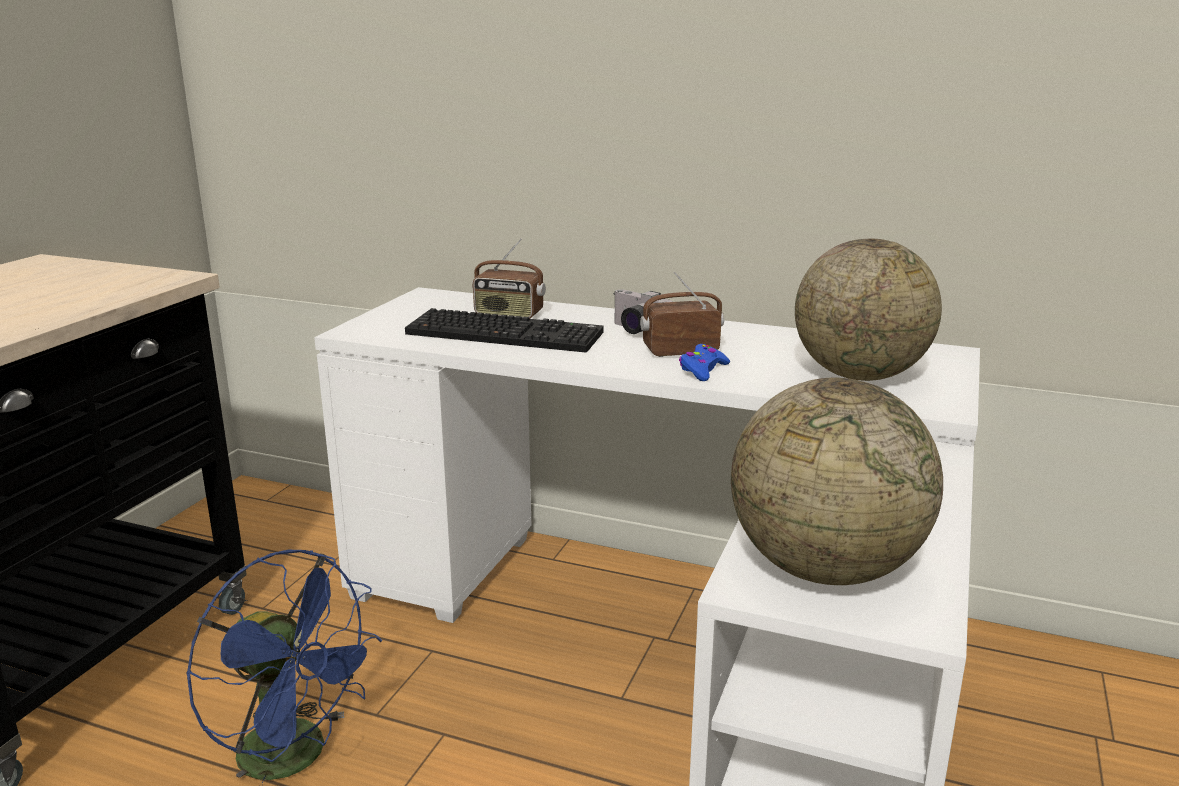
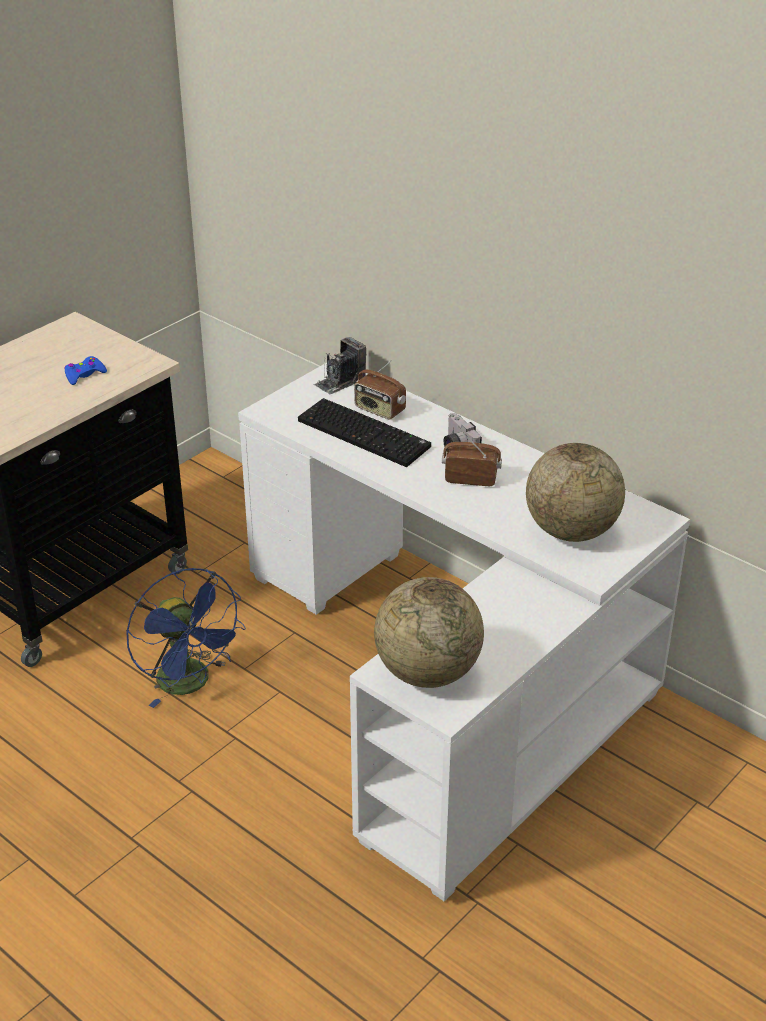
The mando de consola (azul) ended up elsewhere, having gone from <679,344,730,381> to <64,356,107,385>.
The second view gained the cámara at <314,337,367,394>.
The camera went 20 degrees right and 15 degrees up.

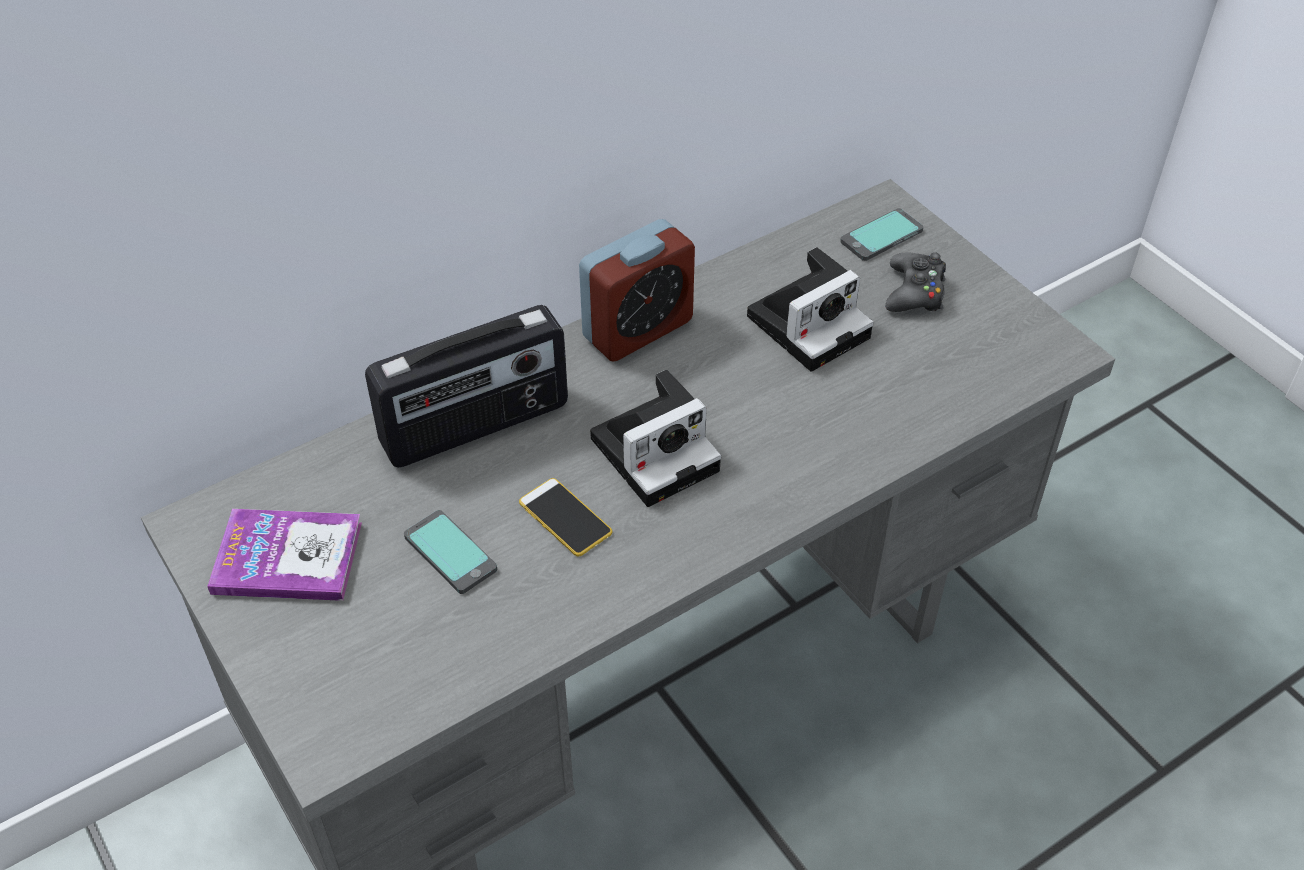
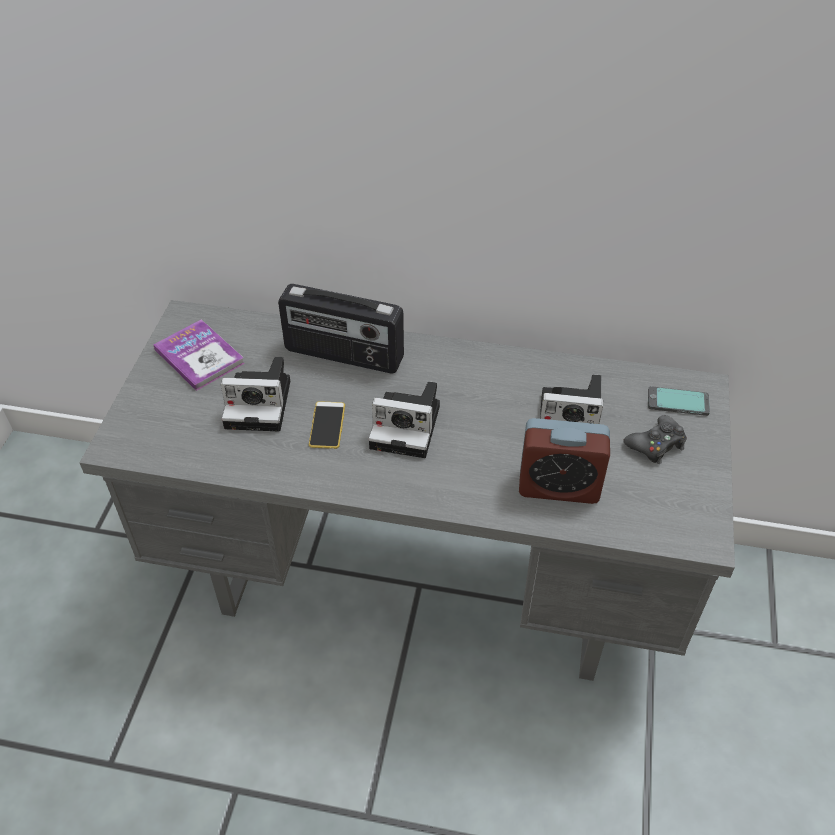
Where the móvil stood at <404,510,497,594>, the cámara came to stand at <221,357,290,432>.
The despertador ended up elsewhere, having gone from <579,219,695,361> to <519,418,610,504>.
The camera went 45 degrees right and 0 degrees up.

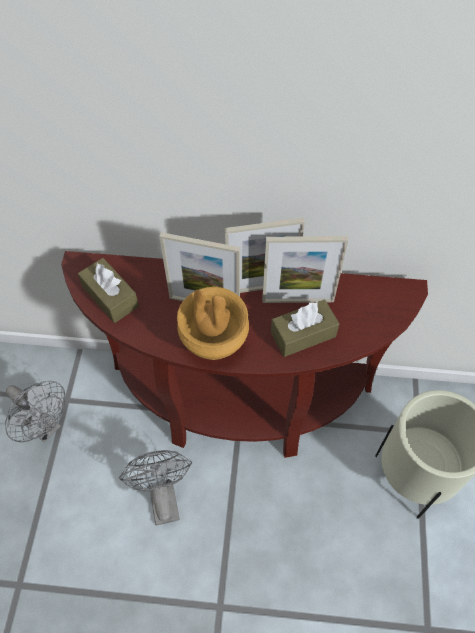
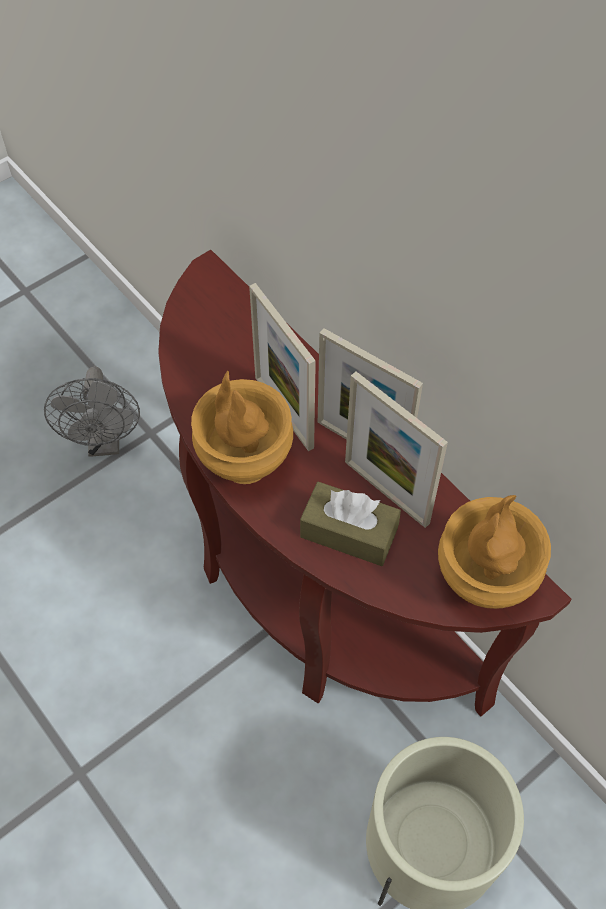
The second view lost the caja de pañuelos (marrón) at <78,258,139,323>.
The second view lost the ventilador (gris) at <119,450,192,526>.
The second view gained the florero (marrón) at <438,495,551,609>.
The camera went 45 degrees right and 0 degrees up.

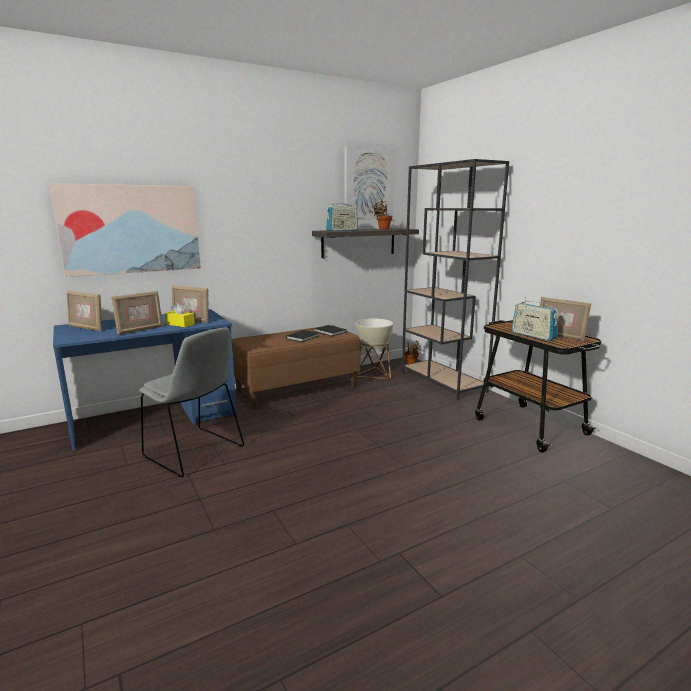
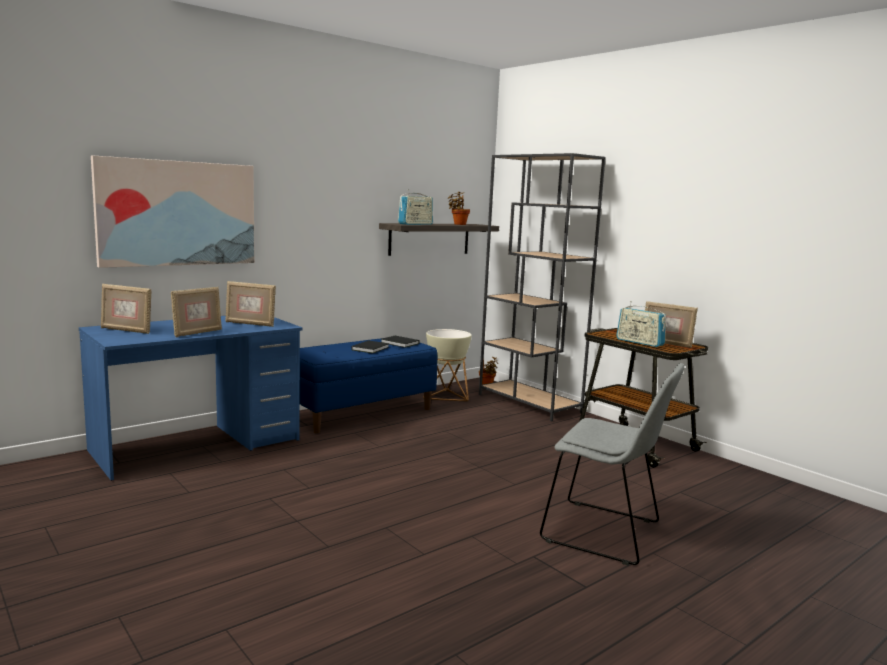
The silla (gris) ended up elsewhere, having gone from <139,328,244,477> to <540,363,684,565>.
The second view lost the caja de pañuelos (amarillo) at <165,303,195,327>.
What was the banco (marrón) at <232,325,361,409> turned into the banco (azul) at <300,338,438,433>.
The second view lost the cuadro at <344,146,395,219>.
The camera went 10 degrees left and 5 degrees down.

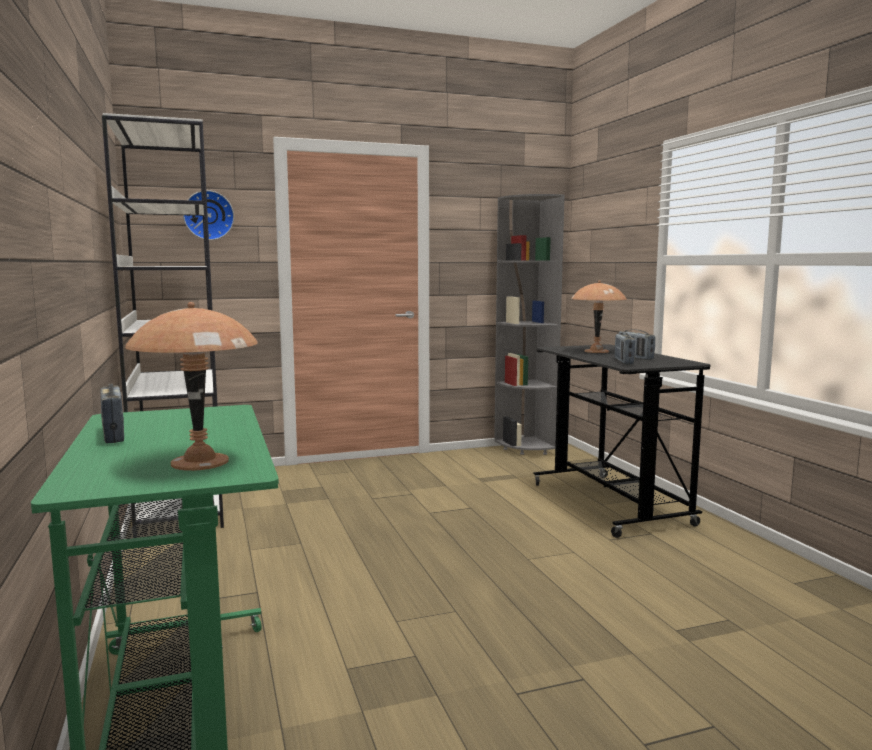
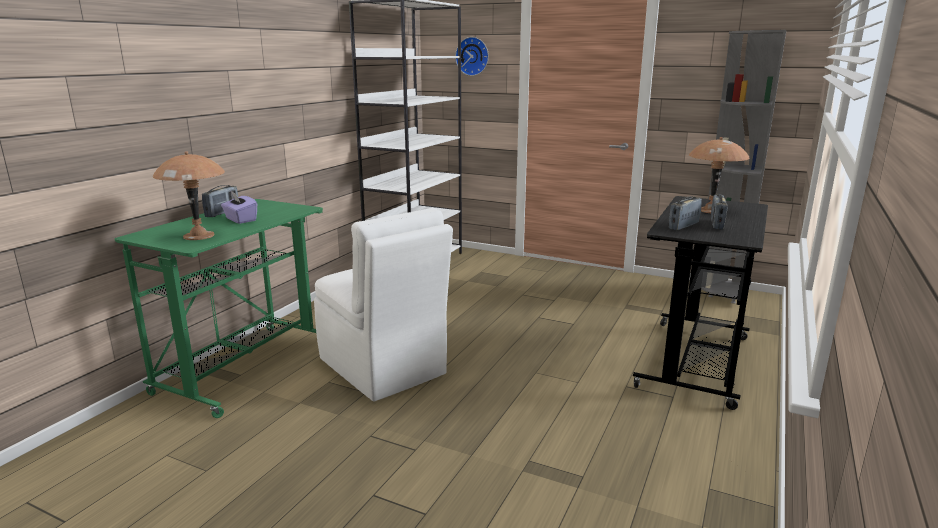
The second view gained the caja de pañuelos (morado) at <221,192,257,224>.
The second view gained the silla (blanco) at <314,208,453,401>.
The camera went 45 degrees right and 10 degrees up.

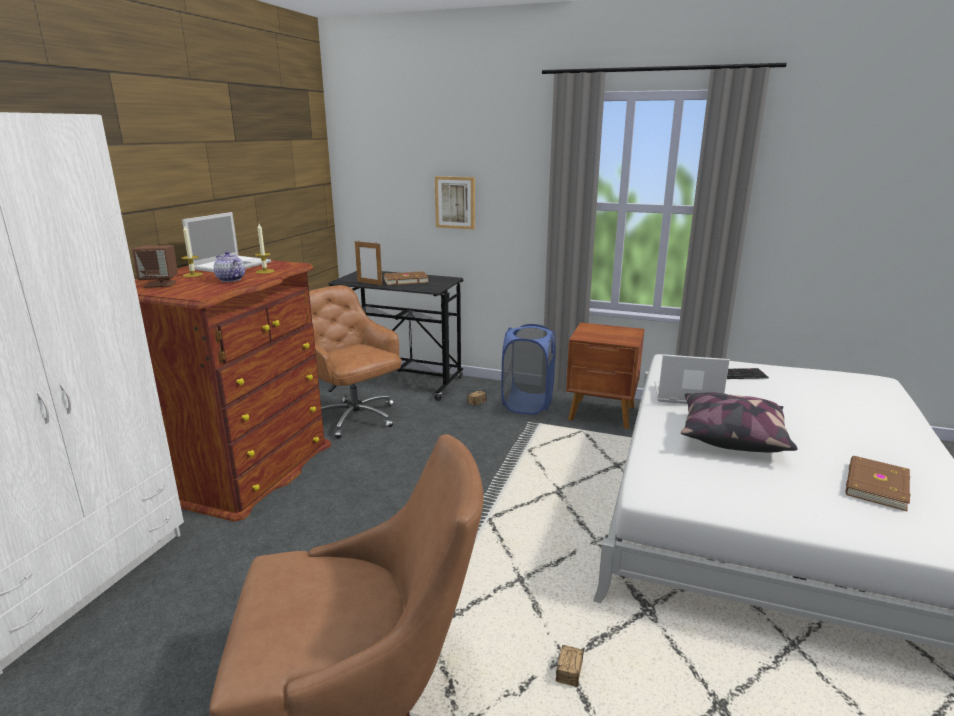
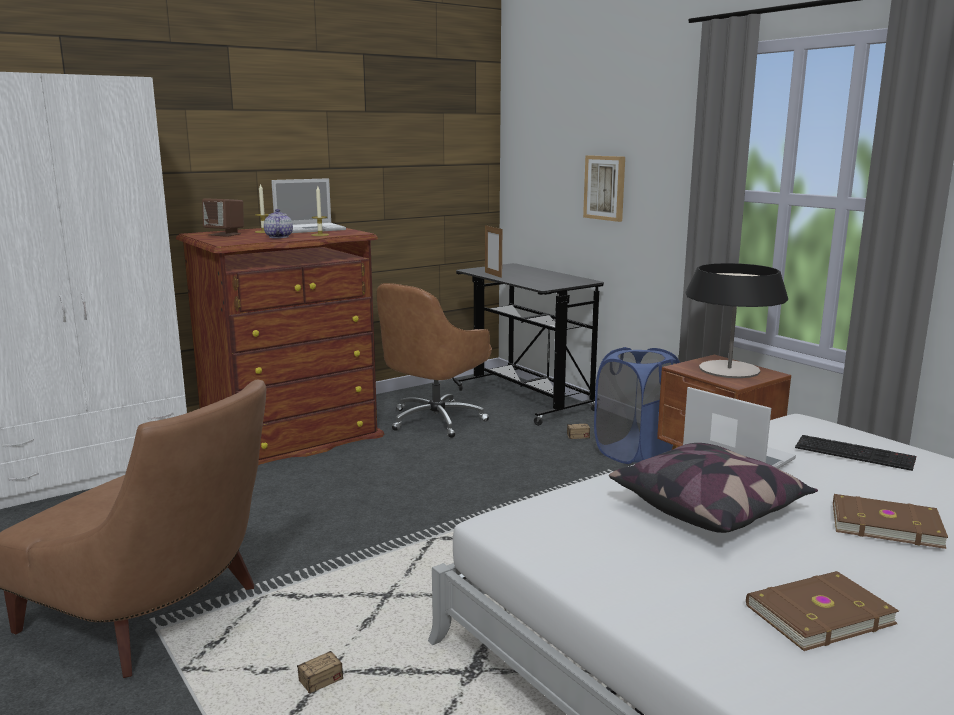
The silla de oficina (marrón) at <309,285,402,439> ended up facing another way, 135 degrees counterclockwise from before.
The libro (marrón) ended up elsewhere, having gone from <384,271,429,285> to <833,494,948,549>.
The second view gained the lámpara de mesa at <686,263,788,378>.
The camera went 35 degrees right and 5 degrees down.

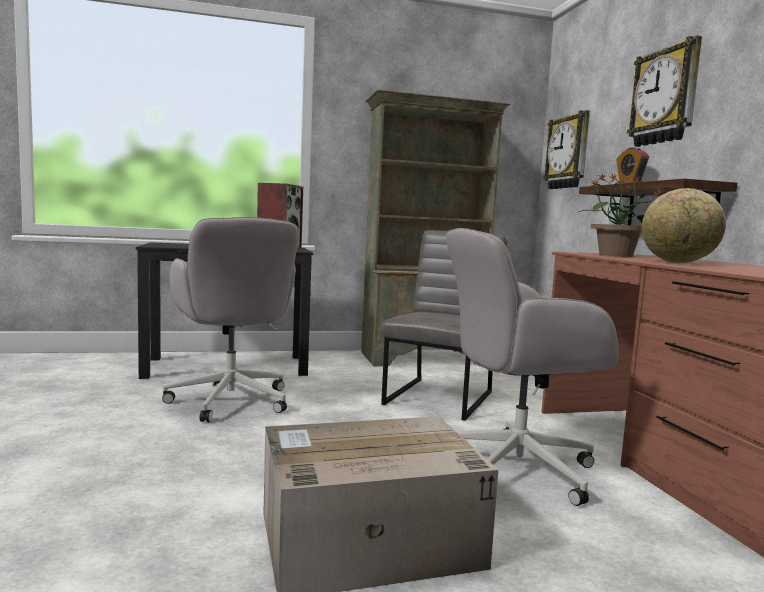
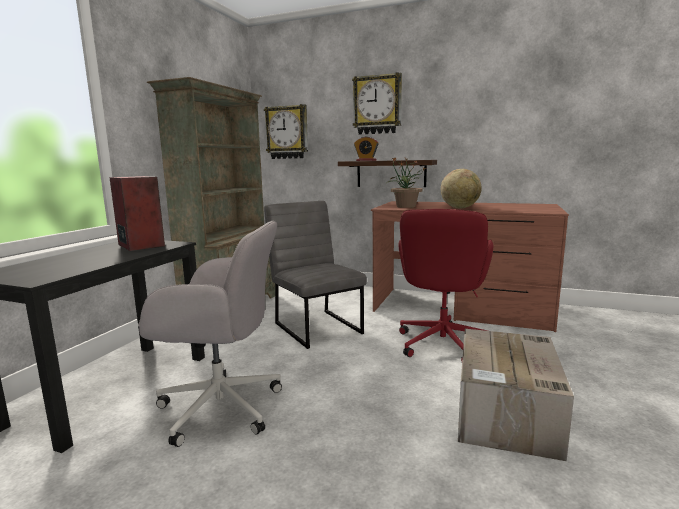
What was the silla de oficina (gris) at <446,228,618,506> turned into the silla de oficina (rojo) at <399,209,493,361>.
The camera went 55 degrees left and 5 degrees up.

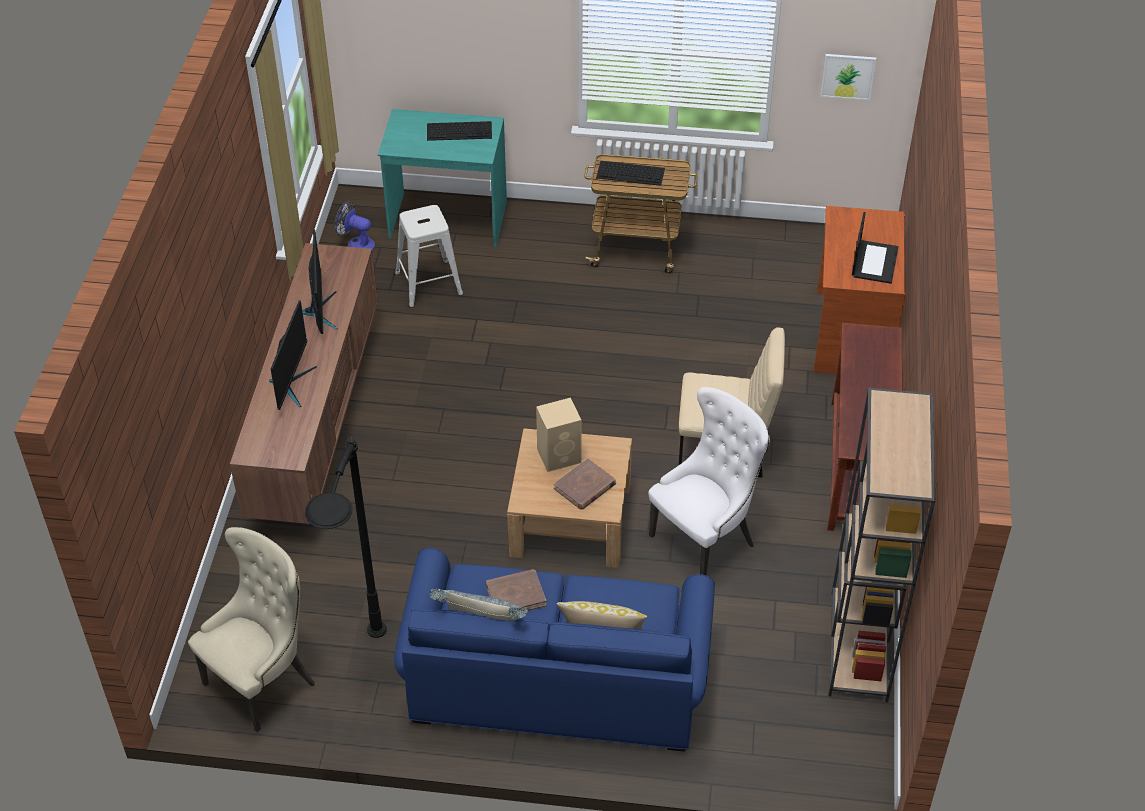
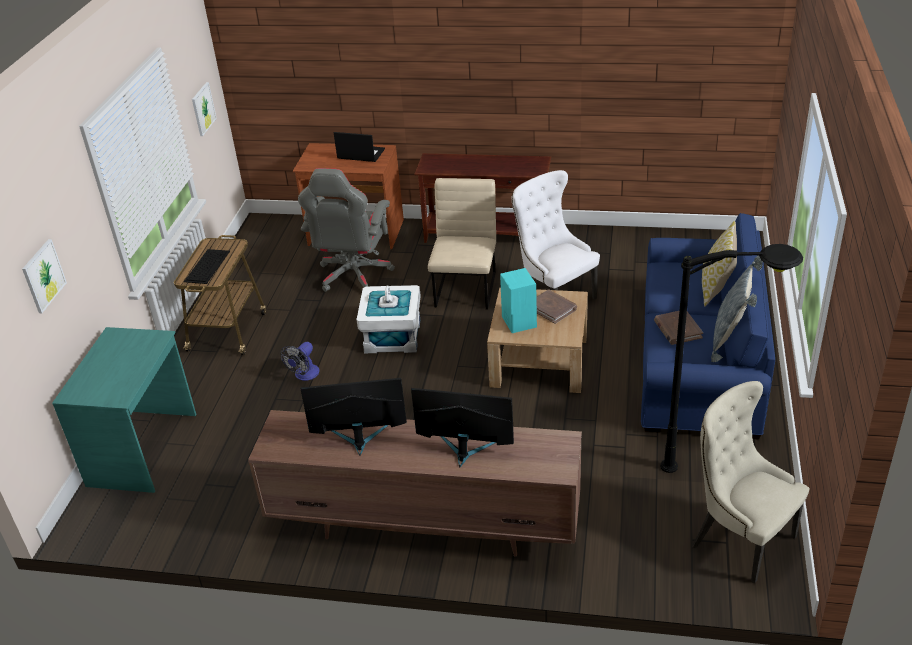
The ventilador ended up elsewhere, having gone from <334,201,375,250> to <280,342,319,381>.
The second view lost the taburete (blanco) at <395,205,463,308>.
The second view lost the teclado at <427,121,492,141>.
What was the altavoz (beis) at <536,398,582,472> turned into the altavoz (turquesa) at <500,268,537,333>.
The second view lost the estantería at <828,387,935,702>.
The second view gained the cuadro at <22,239,67,313>.
The second view gained the silla de oficina (gris) at <298,168,395,292>.
The second view gained the caja de almacenaje (blanco) at <356,285,421,353>.
The camera went 85 degrees left and 10 degrees down.

